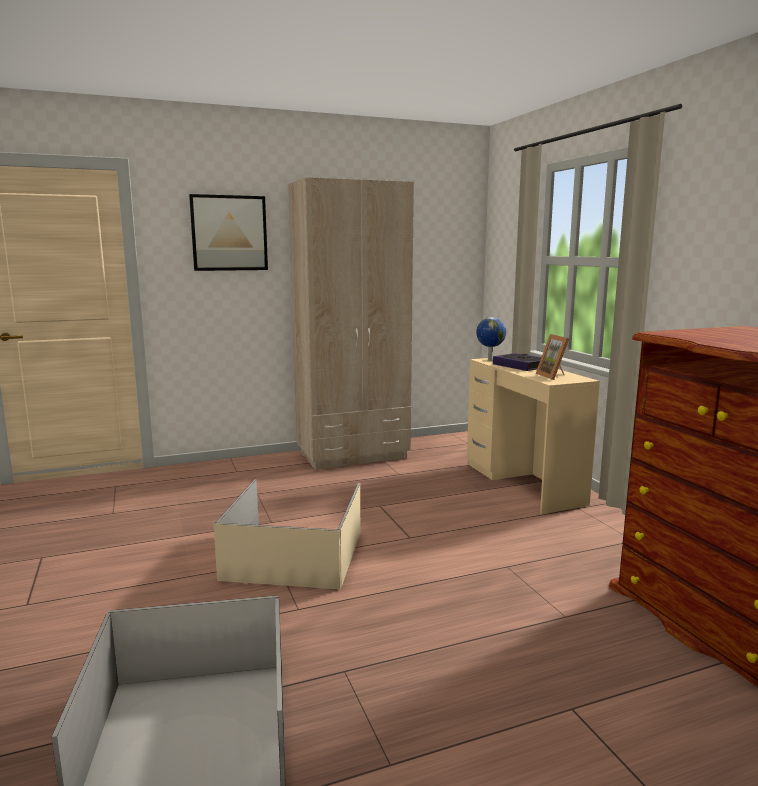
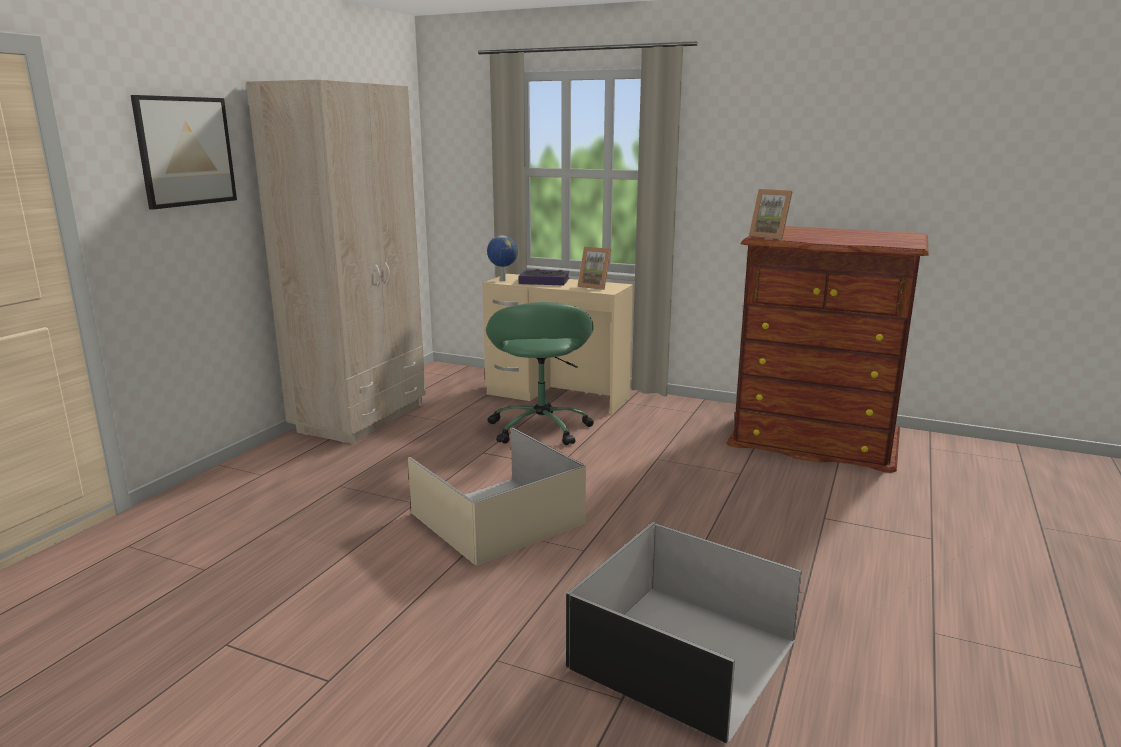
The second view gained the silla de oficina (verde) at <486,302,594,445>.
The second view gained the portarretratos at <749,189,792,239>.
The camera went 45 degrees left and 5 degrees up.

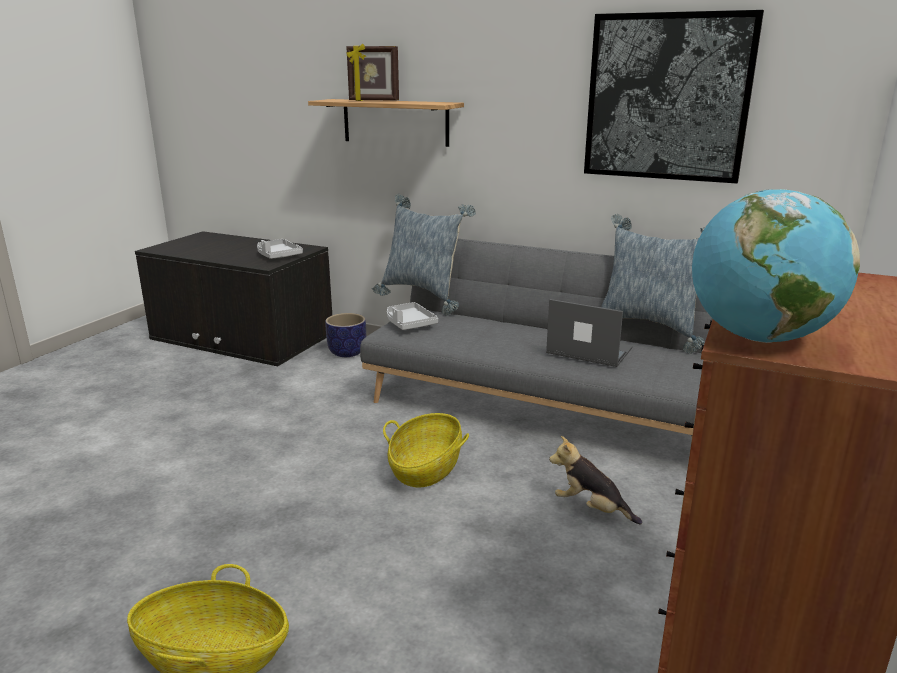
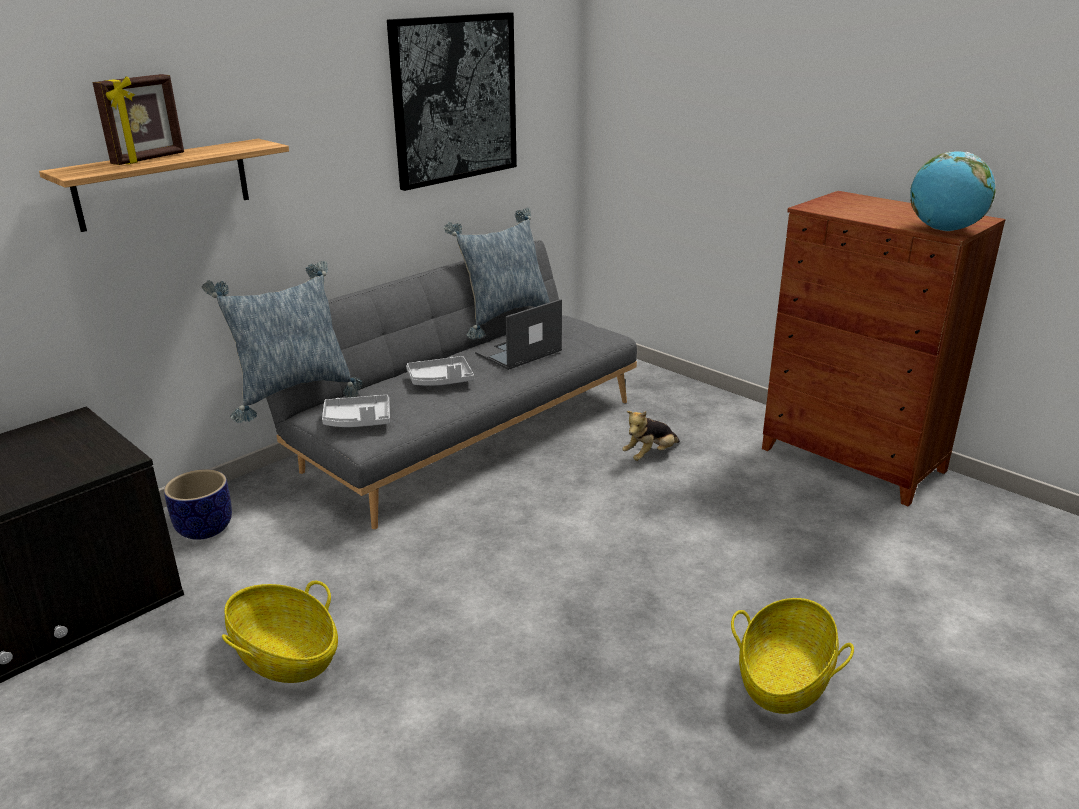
The bandeja (gris) ended up elsewhere, having gone from <257,239,303,259> to <406,356,474,386>.
The cesta ended up elsewhere, having gone from <383,413,469,487> to <222,581,338,683>.
The camera went 70 degrees left and 5 degrees up.

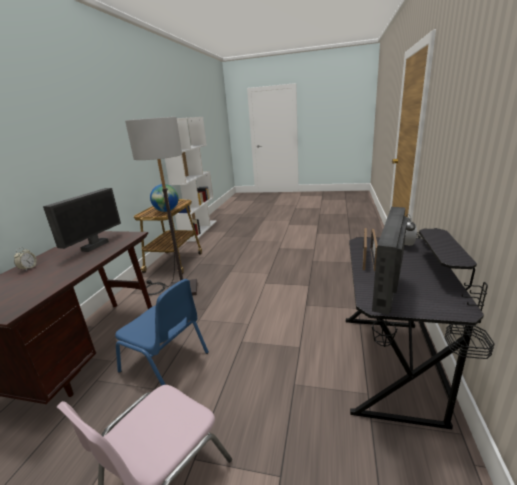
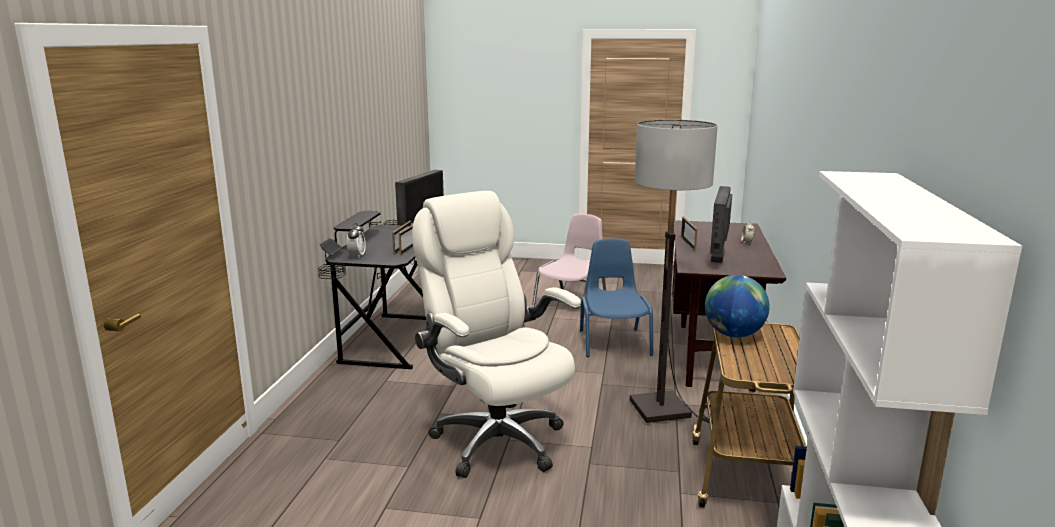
The silla (azul) at <115,279,209,386> ended up facing another way, 60 degrees clockwise from before.
The second view gained the silla de oficina (blanco) at <412,191,581,478>.
The second view gained the portarretratos at <681,217,698,251>.
The camera went 175 degrees right and 5 degrees down.

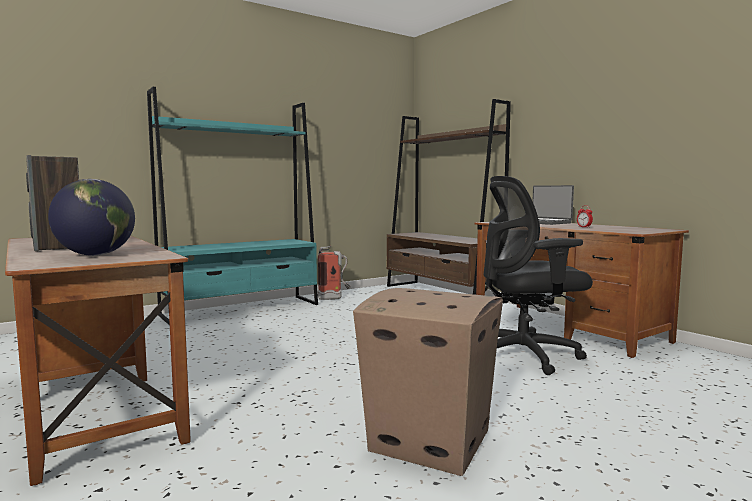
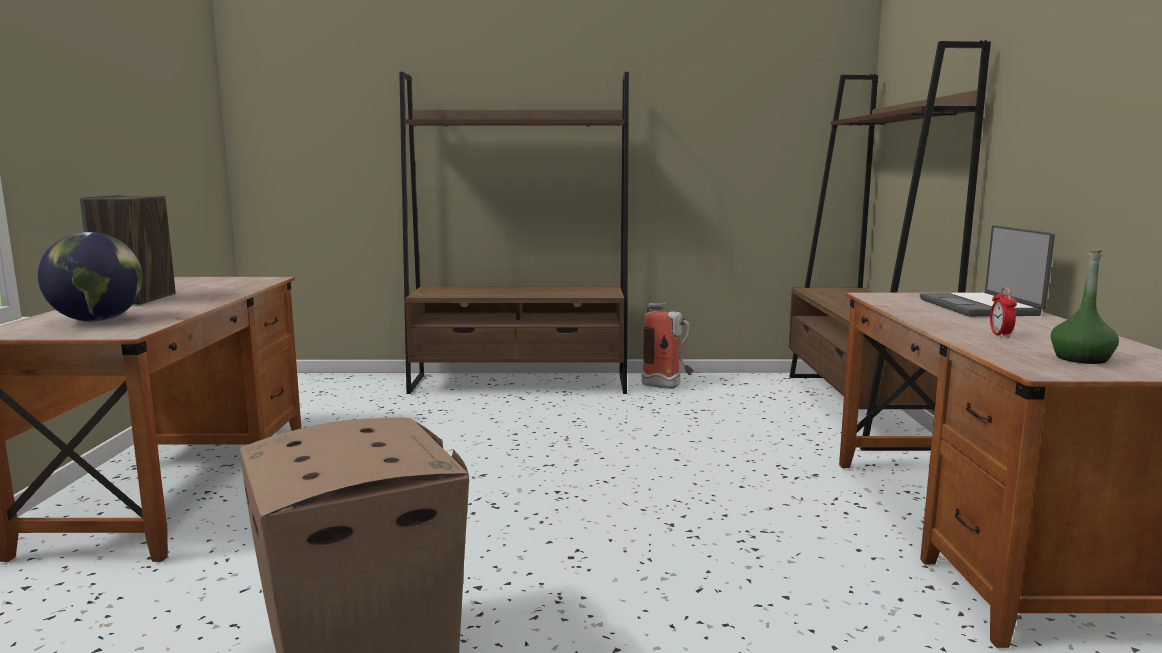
What was the estantería (turquesa) at <147,87,318,325> turned into the estantería (marrón) at <399,72,629,394>.
The second view lost the silla de oficina (negro) at <484,176,593,375>.
The second view gained the botella (verde) at <1051,249,1119,364>.
The camera went 35 degrees right and 5 degrees up.

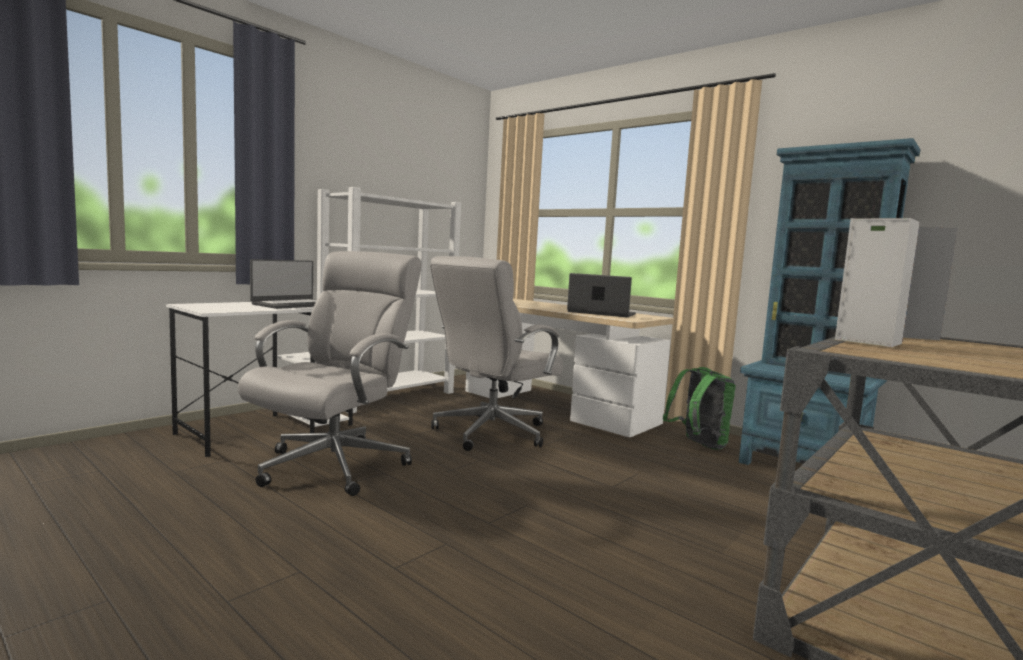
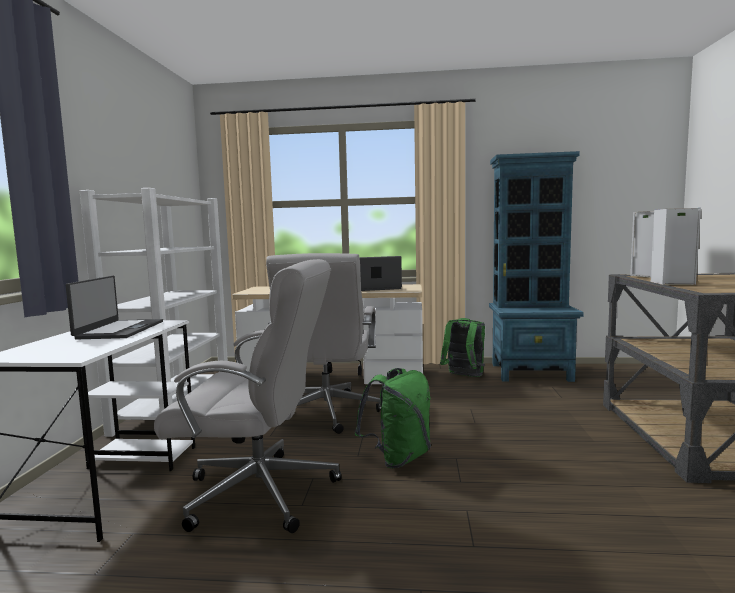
The silla de oficina (gris) at <238,251,421,496> ended up facing another way, 105 degrees clockwise from before.
The second view gained the mochila (verde) at <355,368,431,468>.
The camera went 35 degrees left and 0 degrees up.

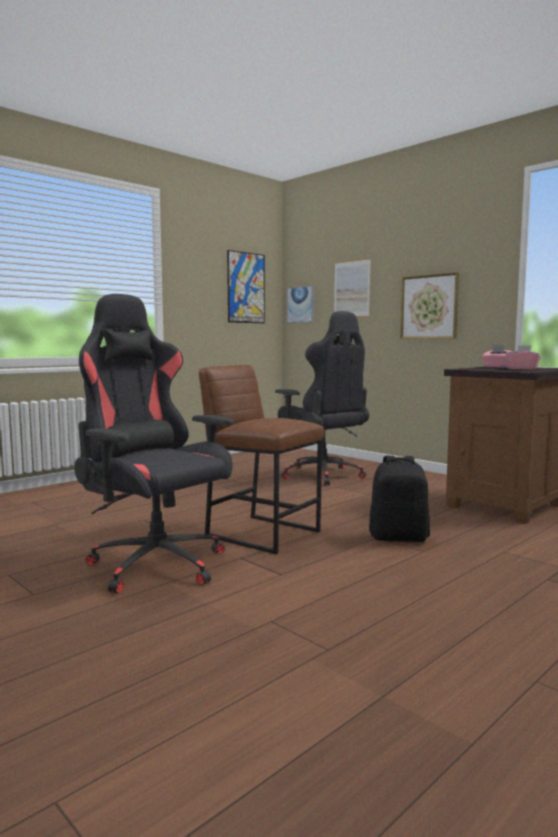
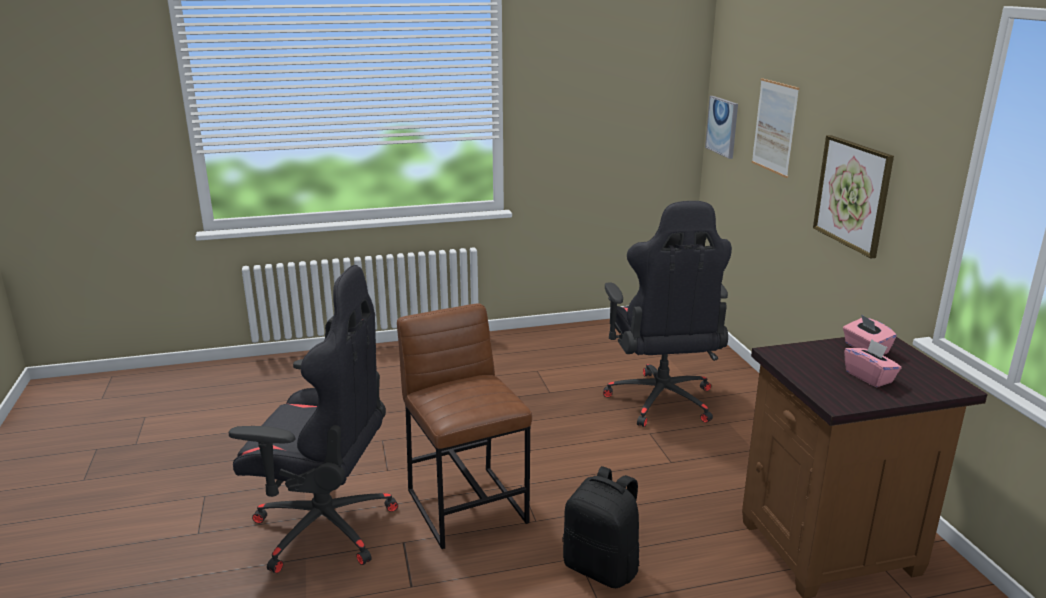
The silla de oficina (negro) at <74,294,234,594> ended up facing another way, 120 degrees clockwise from before.
The second view lost the cuadro at <227,250,265,323>.
The camera went 30 degrees right and 15 degrees up.

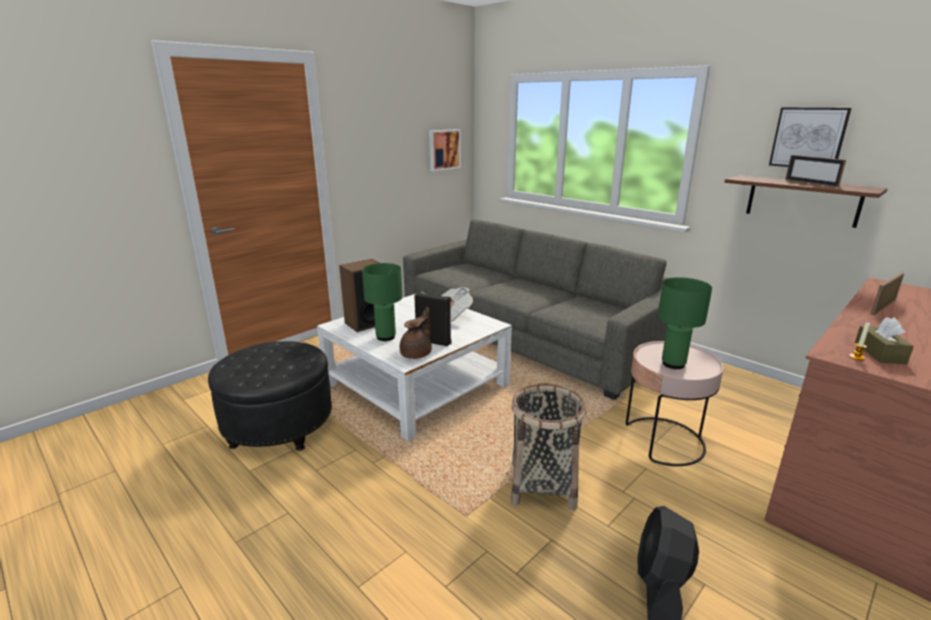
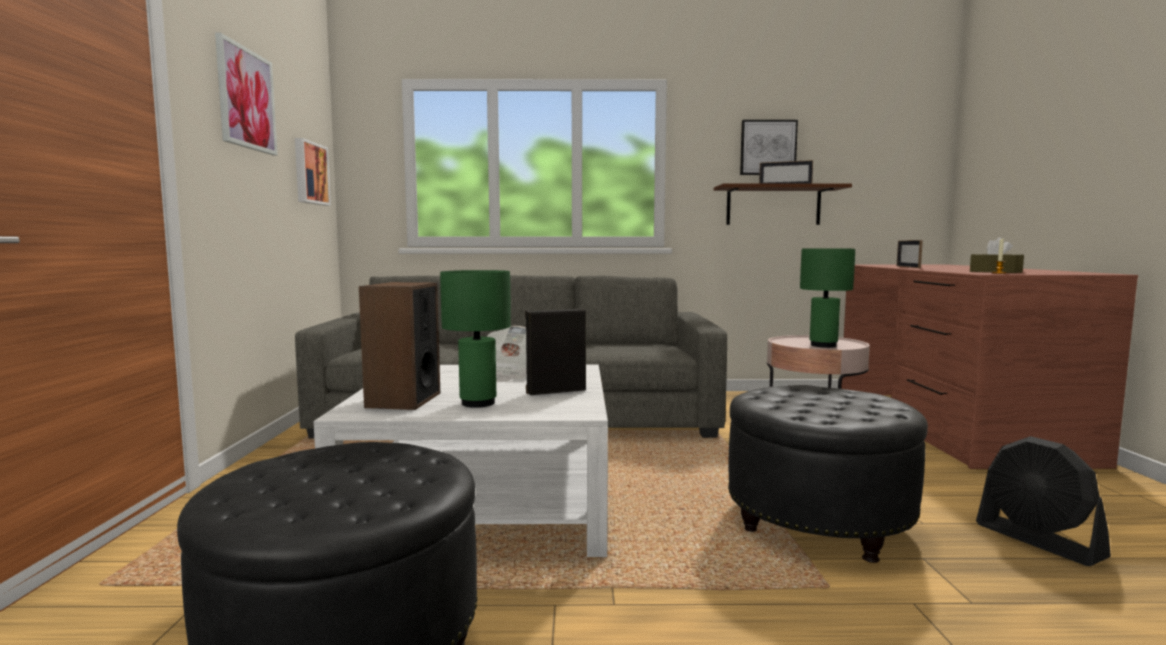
The second view lost the tetera (marrón) at <400,307,432,359>.
Where the cesta stood at <510,383,586,510>, the puf (negro) came to stand at <728,385,928,563>.
The second view gained the cuadro at <215,32,277,155>.
The camera went 45 degrees left and 15 degrees down.

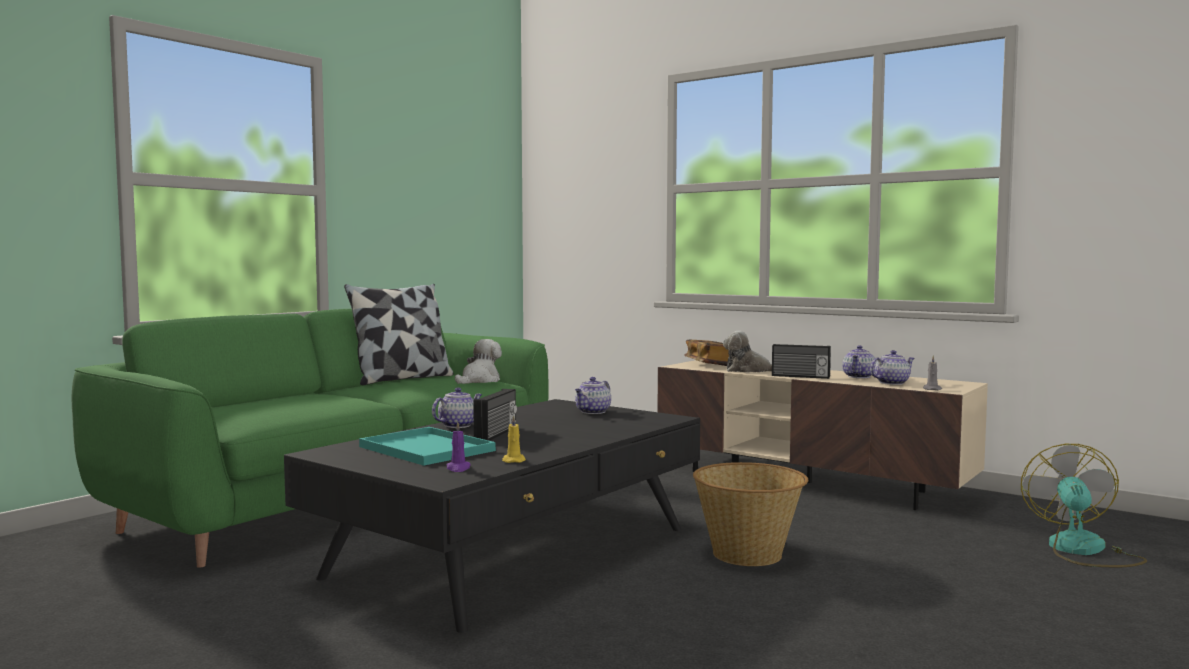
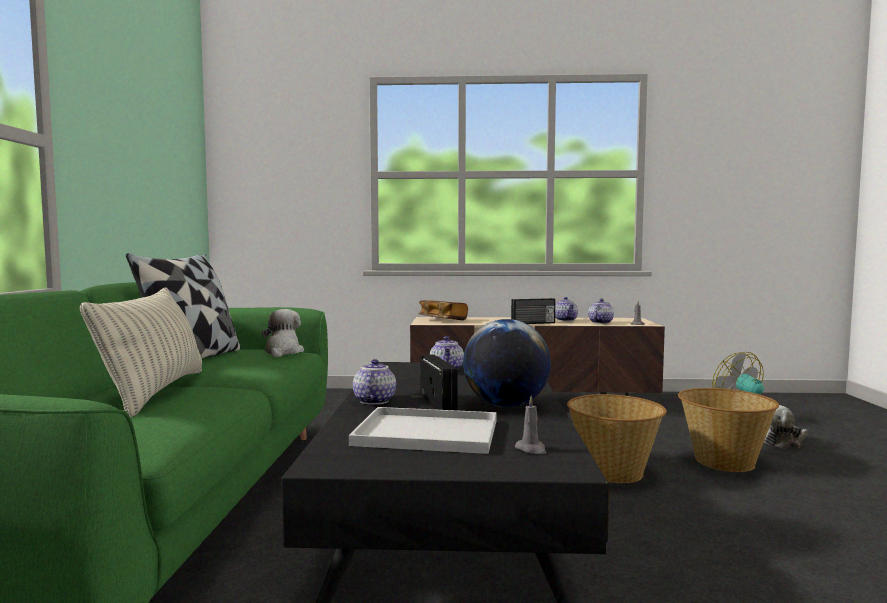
What was the bandeja (turquesa) at <359,427,496,466> turned into the bandeja (blanco) at <349,407,496,454>.
What was the vela (morado) at <446,422,471,472> turned into the vela (gris) at <515,395,546,454>.
The second view lost the vela (amarillo) at <502,415,526,463>.
The peluche ended up elsewhere, having gone from <723,331,772,373> to <764,405,808,449>.
The second view gained the cojín at <80,287,202,418>.
The second view gained the globo terráqueo at <463,319,551,407>.
The second view gained the cesta at <678,388,779,472>.
The camera went 35 degrees left and 0 degrees up.

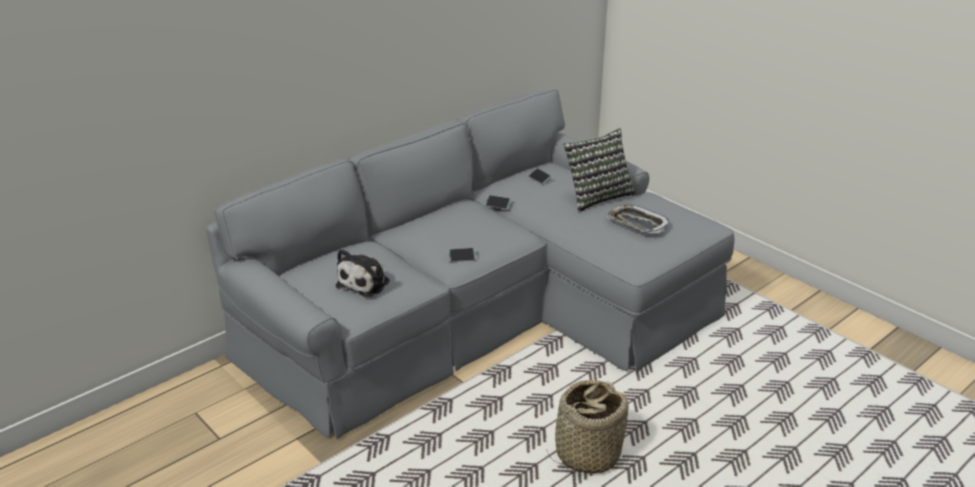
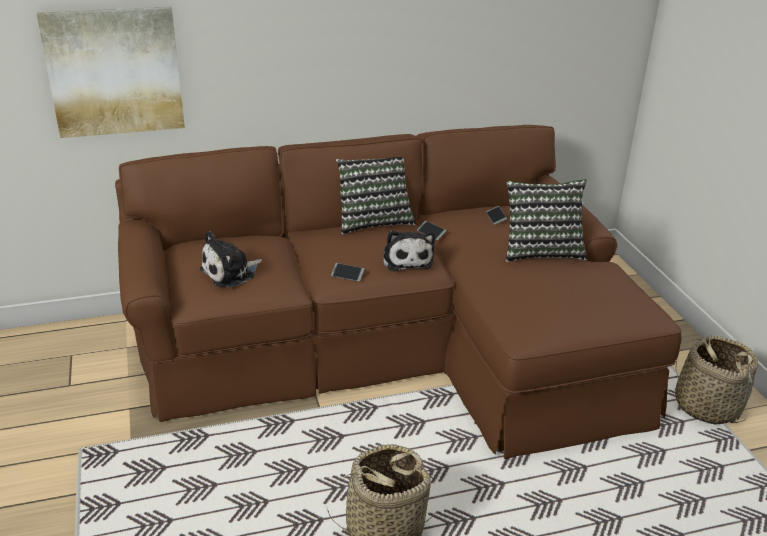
What was the sofá (gris) at <206,89,735,439> turned into the sofá (marrón) at <115,125,682,459>.
The second view lost the bandeja at <607,204,670,234>.
The second view gained the cuadro at <37,6,185,138>.
The second view gained the cojín at <336,157,416,234>.
The second view gained the peluche at <383,231,435,271>.
The second view gained the cesta at <675,335,758,425>.
The camera went 25 degrees right and 0 degrees up.

